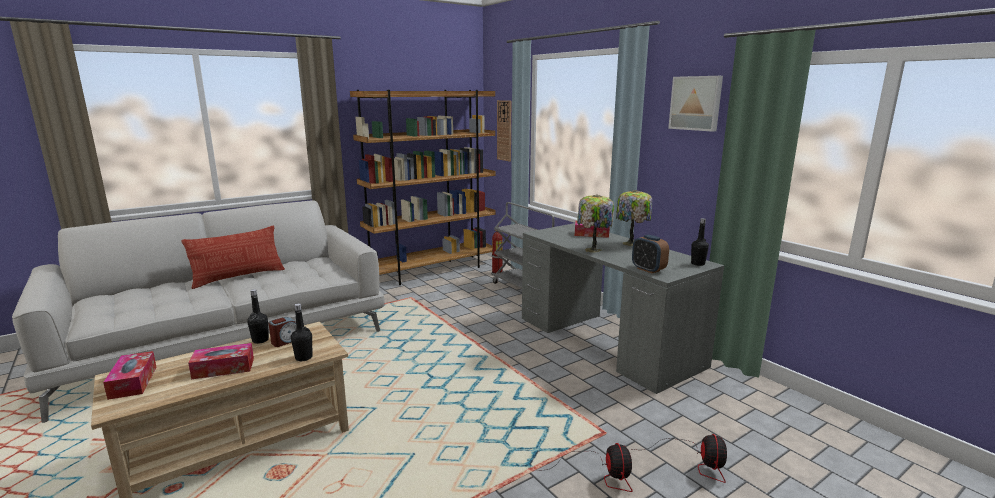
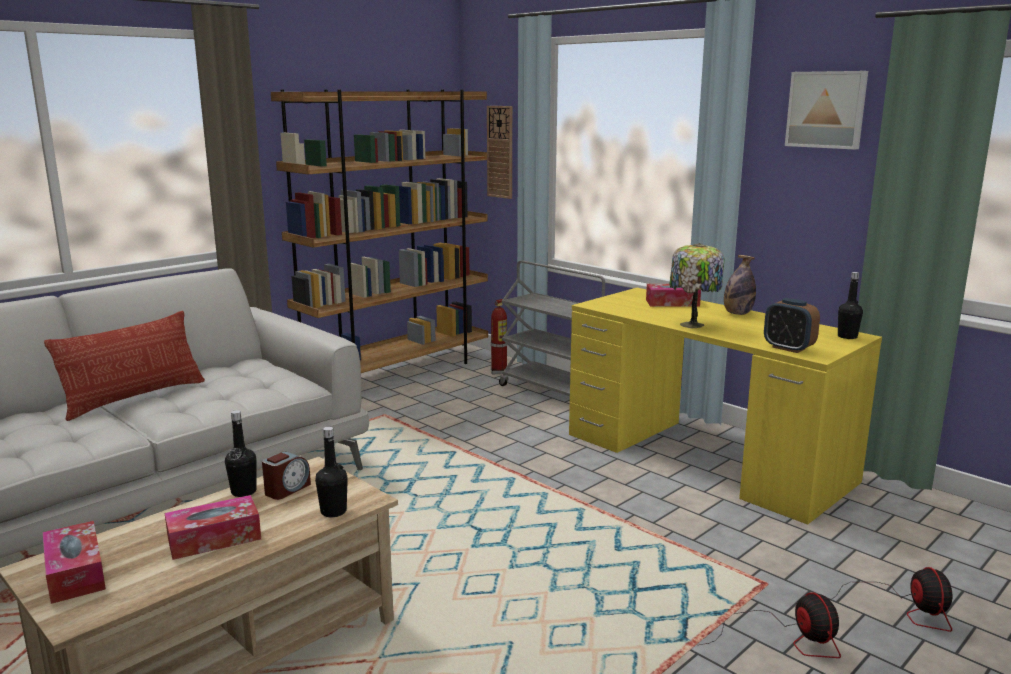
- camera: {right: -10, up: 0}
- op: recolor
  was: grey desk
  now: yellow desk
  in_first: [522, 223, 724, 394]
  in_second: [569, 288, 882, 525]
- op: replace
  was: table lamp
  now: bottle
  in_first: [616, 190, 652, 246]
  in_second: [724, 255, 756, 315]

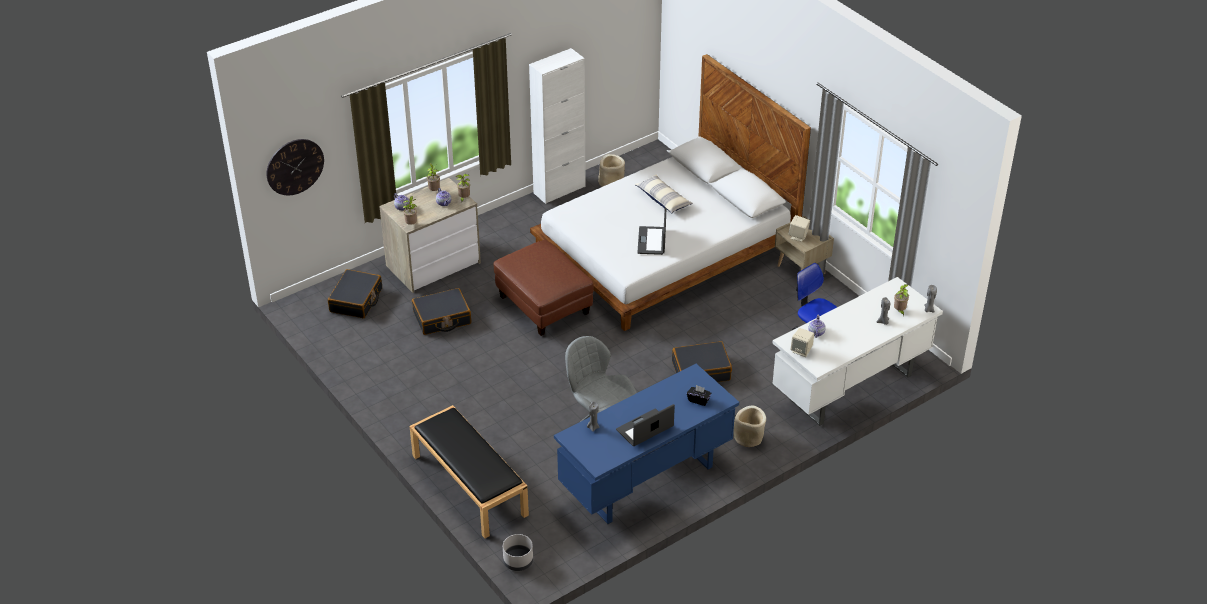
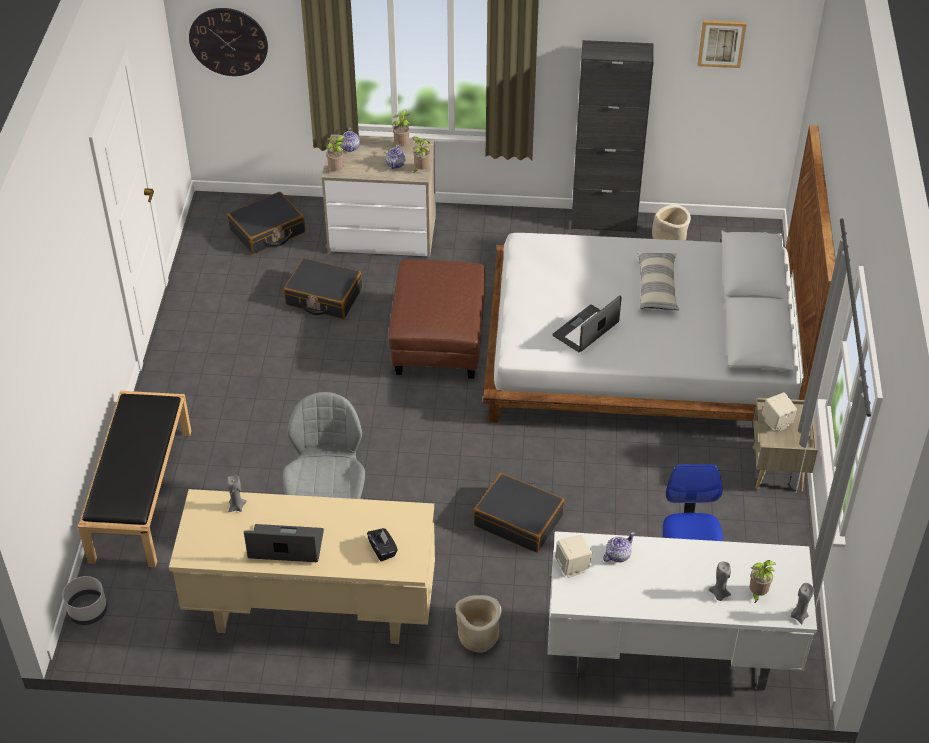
- camera: {right: 40, up: 5}
- op: recolor
  was: white cabinet
  now: black cabinet
  in_first: [529, 48, 586, 204]
  in_second: [571, 40, 654, 233]
- op: recolor
  was: blue desk
  now: beige desk
  in_first: [554, 364, 739, 524]
  in_second: [169, 489, 435, 645]
- op: insert
  now: picture
  in_second: [698, 20, 746, 68]

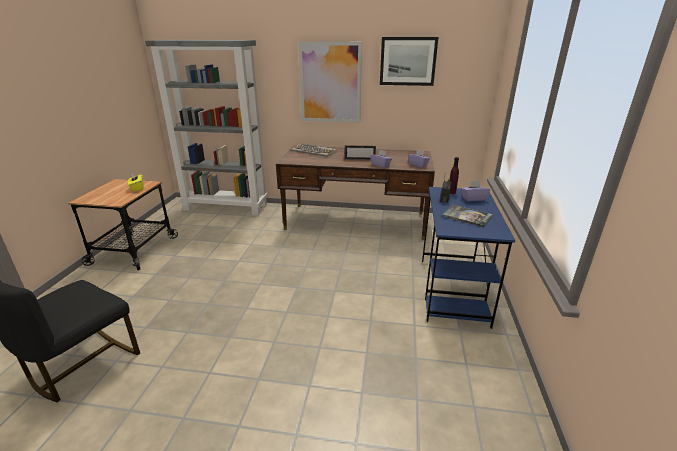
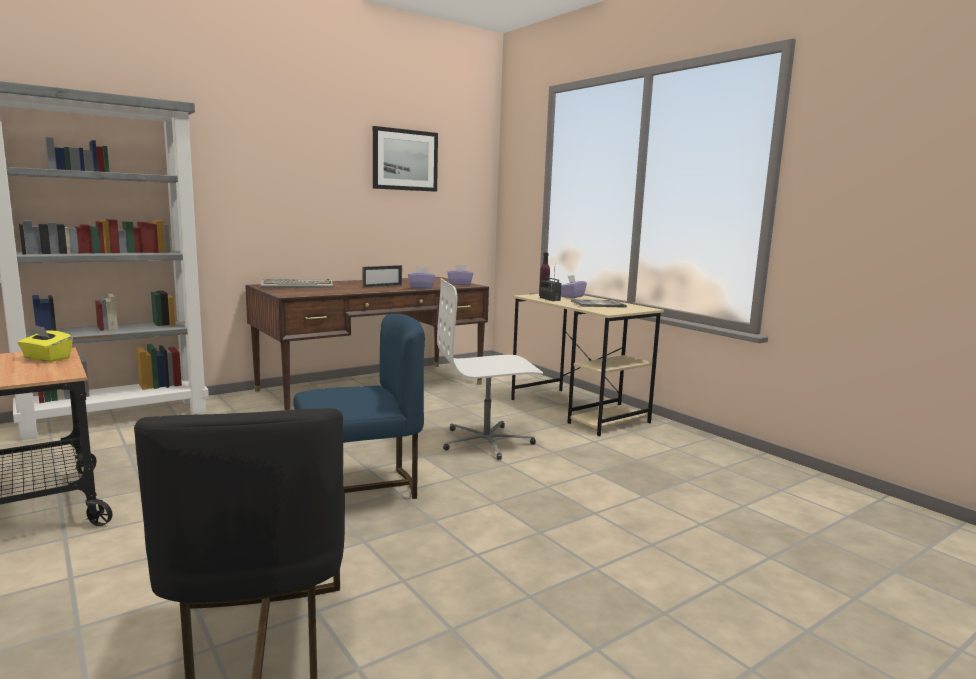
- camera: {right: -45, up: -15}
- op: delete
  was: picture
  in_first: [298, 41, 362, 123]
- op: recolor
  was: blue desk
  now: beige desk
  in_first: [422, 187, 515, 329]
  in_second: [511, 294, 664, 436]
- op: insert
  now: blue chair
  in_second: [293, 314, 425, 499]
- op: insert
  now: white office chair
  in_second: [437, 278, 543, 460]

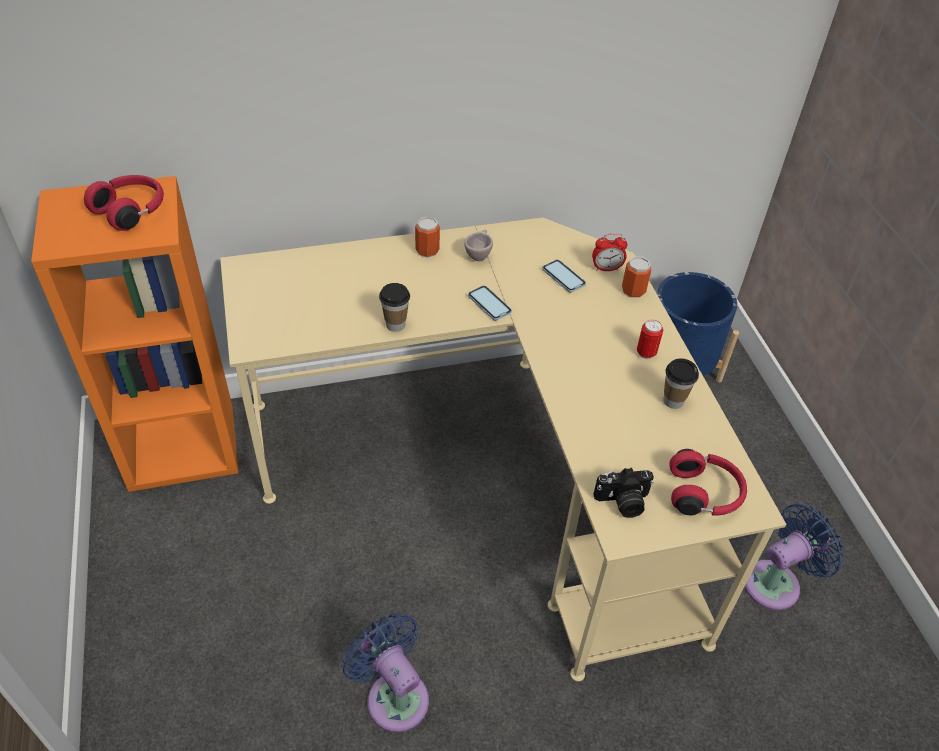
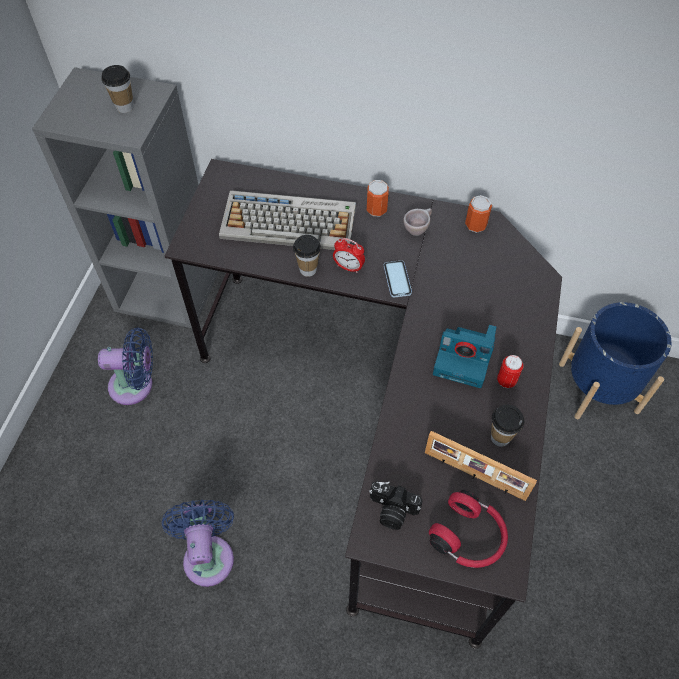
- camera: {right: 30, up: 10}
- op: recolor
  was: orange bookcase
  now: grey bookcase
  in_first: [31, 176, 238, 492]
  in_second: [32, 67, 218, 328]
- op: replace
  was: red headphones
  now: cup
  in_first: [84, 175, 164, 231]
  in_second: [101, 65, 134, 113]
- op: recolor
  was: beige desk
  now: black desk
  in_first: [220, 218, 787, 681]
  in_second: [164, 159, 562, 649]
- op: delete
  was: phone
  in_first: [542, 260, 586, 292]
- op: move
  was: alarm clock
  in_first: [592, 233, 628, 271]
  in_second: [333, 238, 365, 273]
- op: move
  was: can
  in_first: [622, 257, 652, 298]
  in_second: [465, 195, 492, 233]
- op: move
  was: blue fan
  in_first: [745, 504, 844, 611]
  in_second: [98, 328, 153, 405]
- op: insert
  now: keyboard
  in_second: [219, 190, 356, 250]
- op: insert
  now: picture frame
  in_second: [425, 431, 537, 501]
- op: insert
  now: photo camera
  in_second: [433, 325, 496, 388]

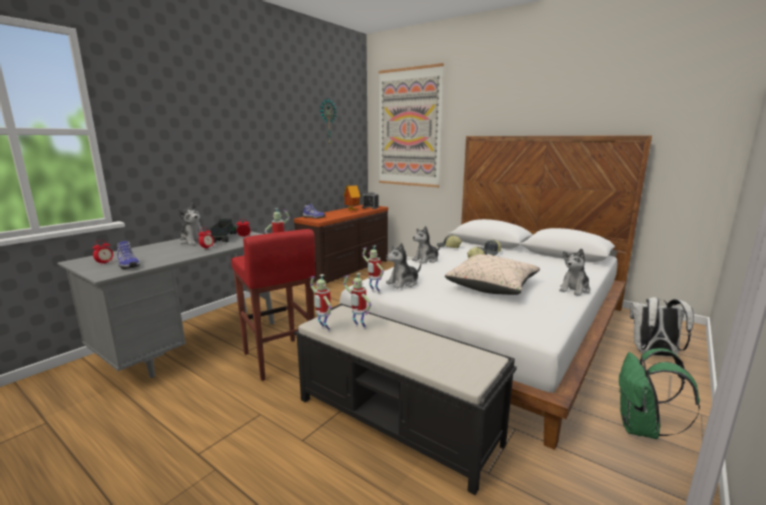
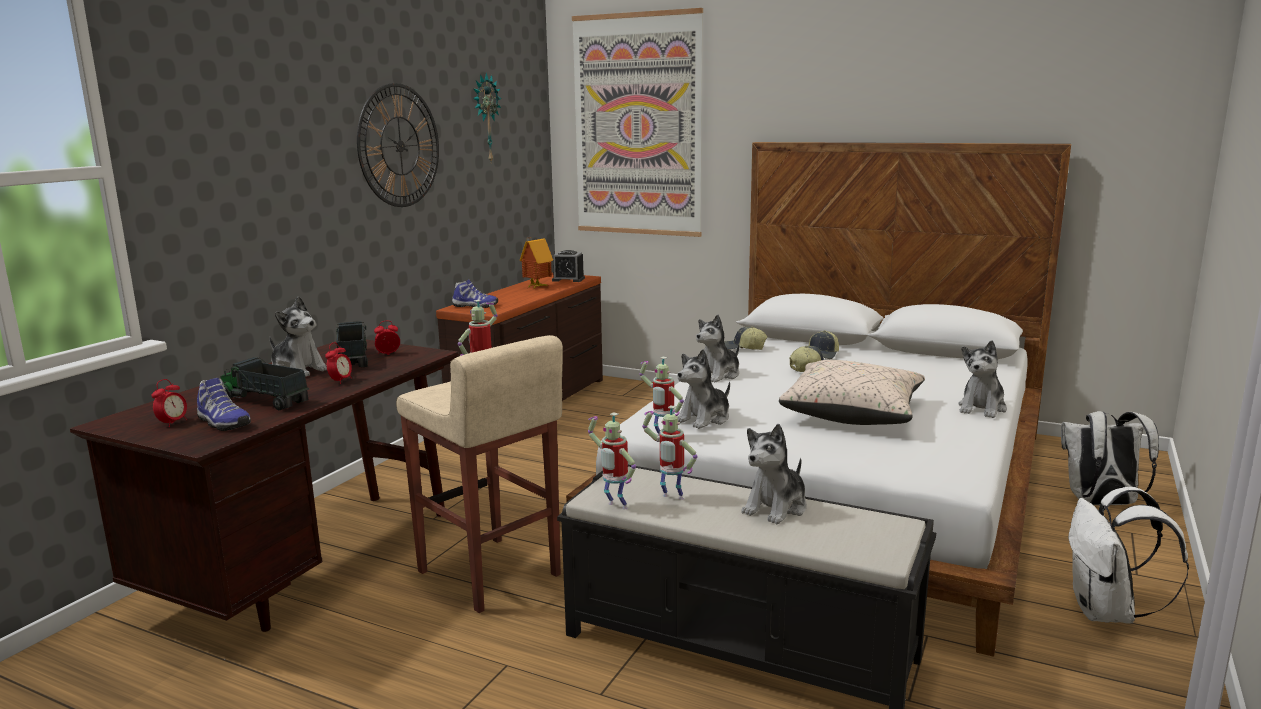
- camera: {right: -10, up: 0}
- op: recolor
  was: grey desk
  now: brown desk
  in_first: [57, 228, 275, 378]
  in_second: [70, 339, 459, 632]
- op: recolor
  was: red stool
  now: beige stool
  in_first: [231, 229, 315, 381]
  in_second: [396, 335, 563, 613]
- op: recolor
  was: green backpack
  now: white backpack
  in_first: [619, 348, 700, 439]
  in_second: [1068, 487, 1189, 624]
- op: insert
  now: toy truck
  in_second: [220, 357, 309, 410]
- op: insert
  now: wall clock
  in_second: [357, 83, 439, 207]
- op: insert
  now: plush toy
  in_second: [741, 424, 807, 524]

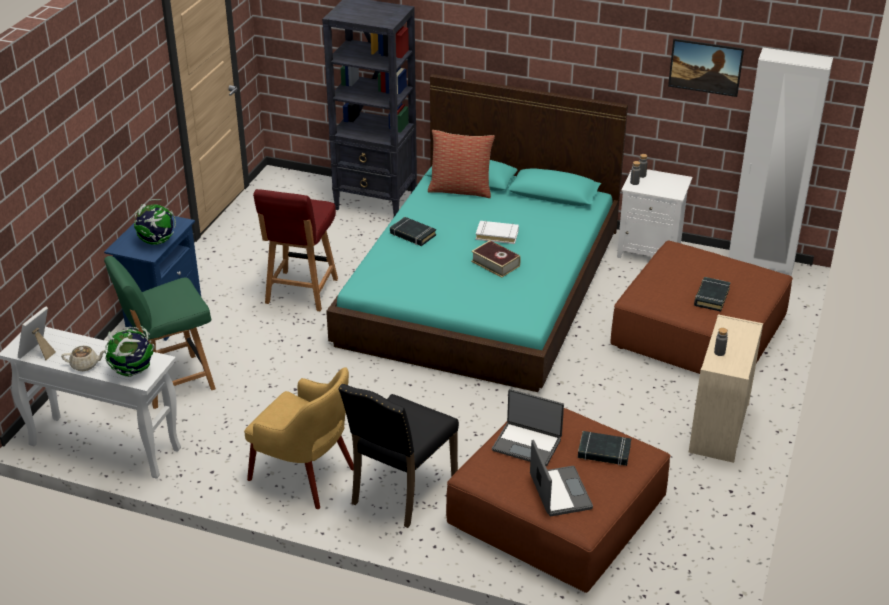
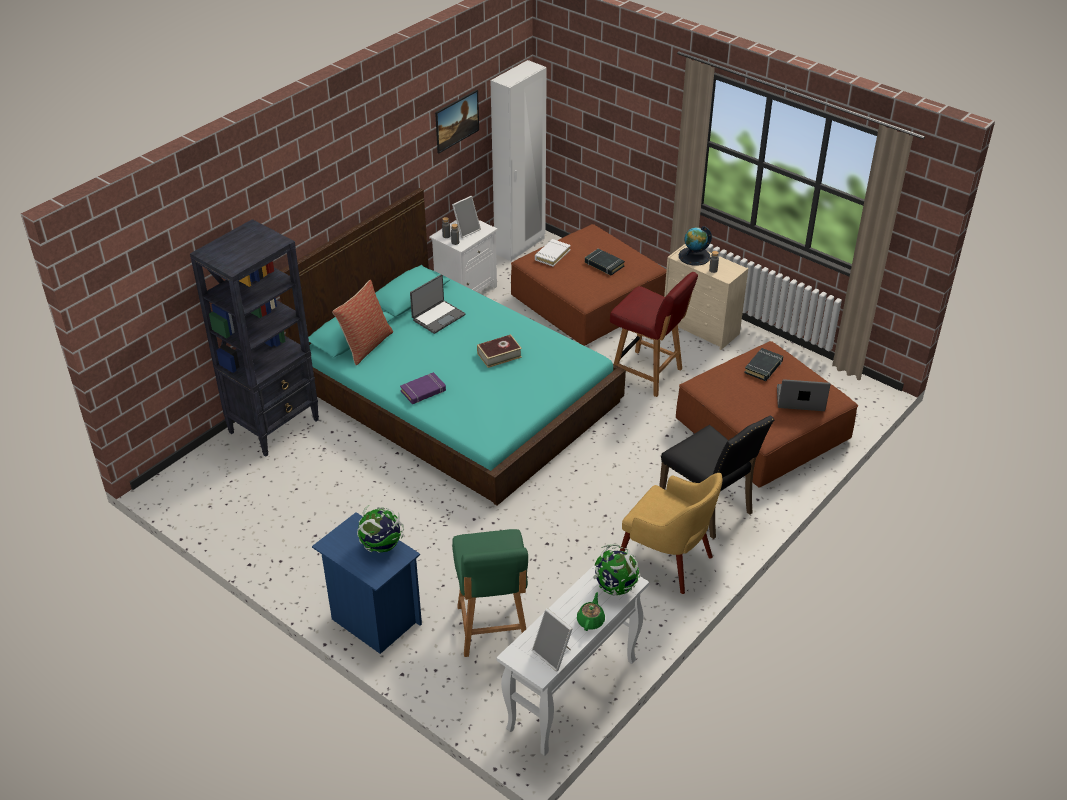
- camera: {right: -70, up: 5}
- op: recolor
  was: beige teapot
  now: green teapot
  in_first: [61, 346, 105, 371]
  in_second: [577, 592, 605, 631]
- op: rotate
  was: yellow armchair
  in_first: [244, 368, 354, 509]
  in_second: [620, 473, 722, 594]
  clockwise: 75
- op: move
  was: red chair
  in_first: [253, 189, 338, 311]
  in_second: [610, 272, 698, 397]
- op: recolor
  was: black book
  now: purple book
  in_first: [390, 217, 436, 246]
  in_second: [400, 372, 446, 404]
- op: move
  was: white book
  in_first: [476, 221, 519, 244]
  in_second: [535, 239, 571, 266]
- op: move
  was: laptop
  in_first: [492, 389, 564, 466]
  in_second: [410, 274, 466, 334]
- op: insert
  now: picture frame
  in_second: [452, 196, 481, 238]
- op: insert
  now: globe
  in_second: [679, 226, 712, 266]

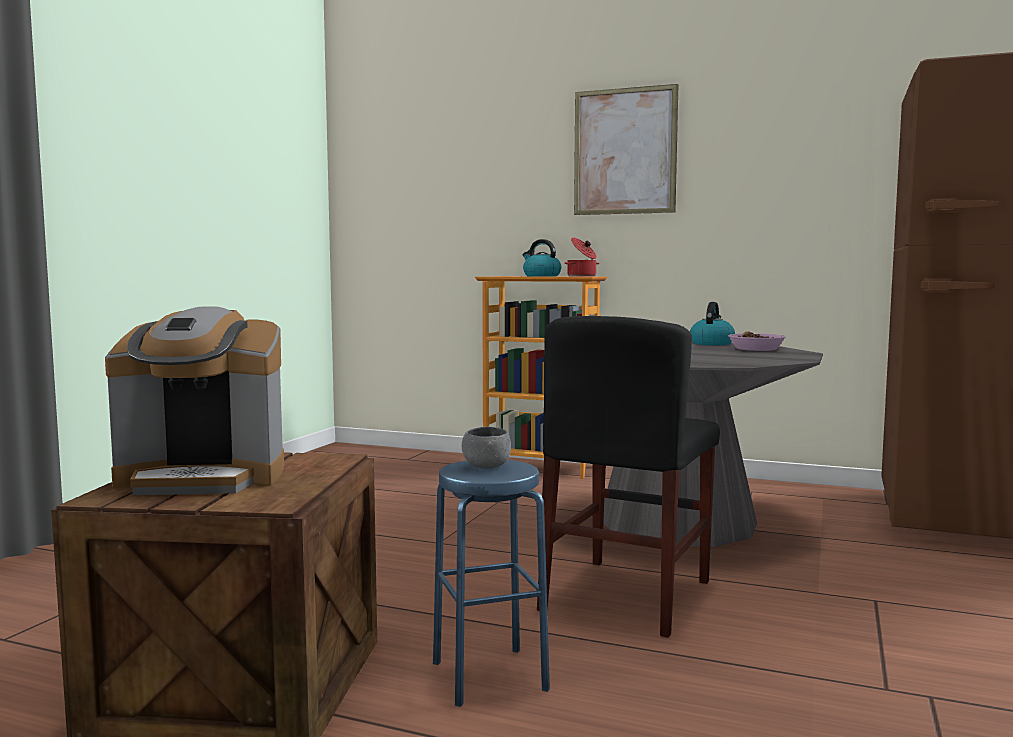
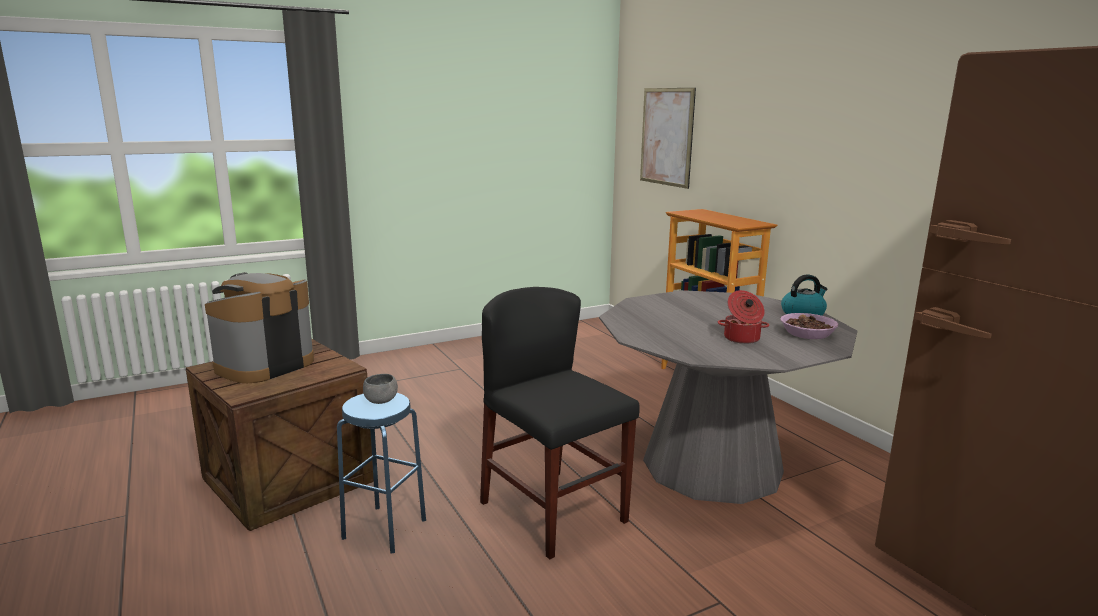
- camera: {right: 40, up: 10}
- op: rotate
  was: coffee machine
  in_first: [105, 306, 284, 495]
  in_second: [205, 272, 314, 383]
  clockwise: 90
- op: delete
  was: kettle
  in_first: [523, 239, 561, 277]
- op: rotate
  was: black chair
  in_first: [537, 316, 720, 638]
  in_second: [480, 287, 640, 559]
  clockwise: 75
- op: move
  was: cooking pot
  in_first: [565, 237, 599, 277]
  in_second: [718, 290, 769, 344]
- op: move
  was: picture
  in_first: [574, 84, 678, 215]
  in_second: [640, 88, 696, 189]

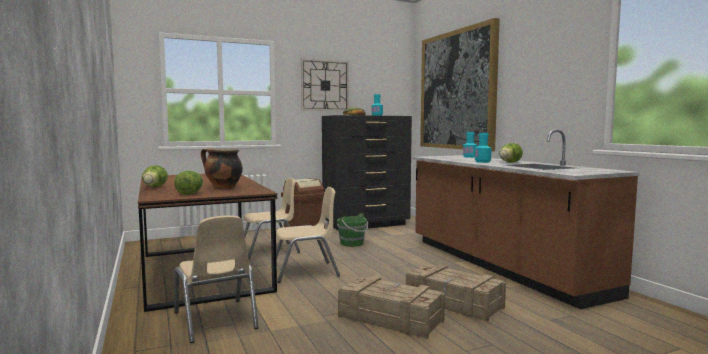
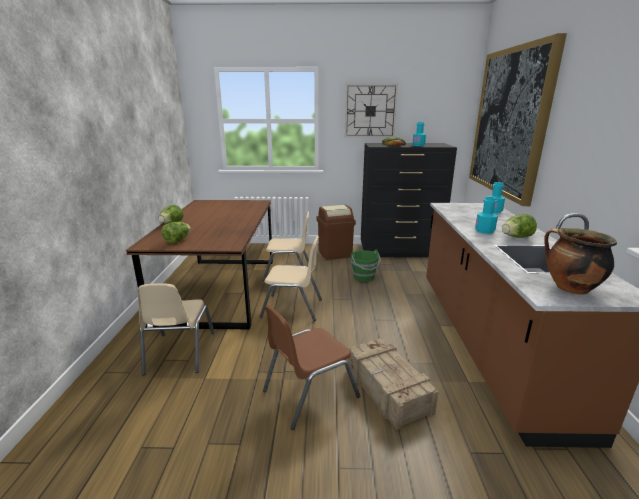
- camera: {right: 25, up: 15}
- op: move
  was: cooking pot
  in_first: [201, 148, 243, 189]
  in_second: [544, 228, 617, 295]
- op: replace
  was: crate
  now: brown chair
  in_first: [338, 276, 445, 339]
  in_second: [263, 305, 360, 430]

